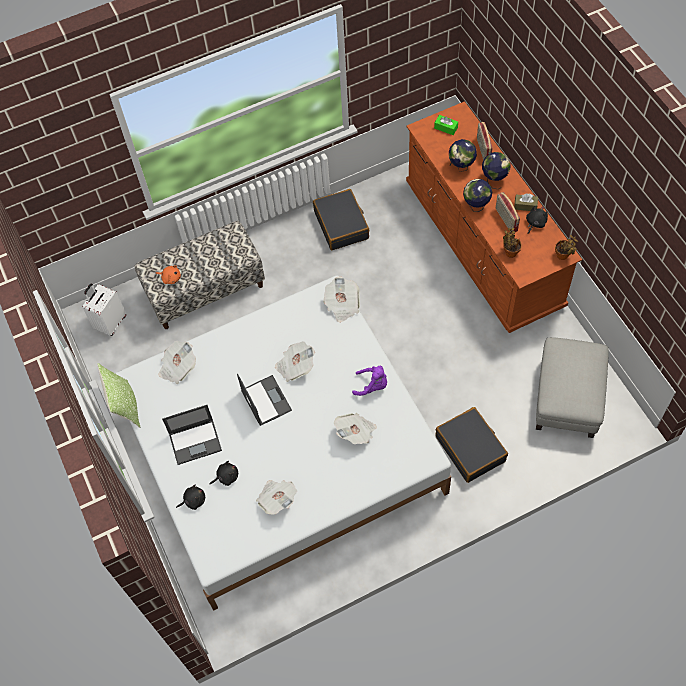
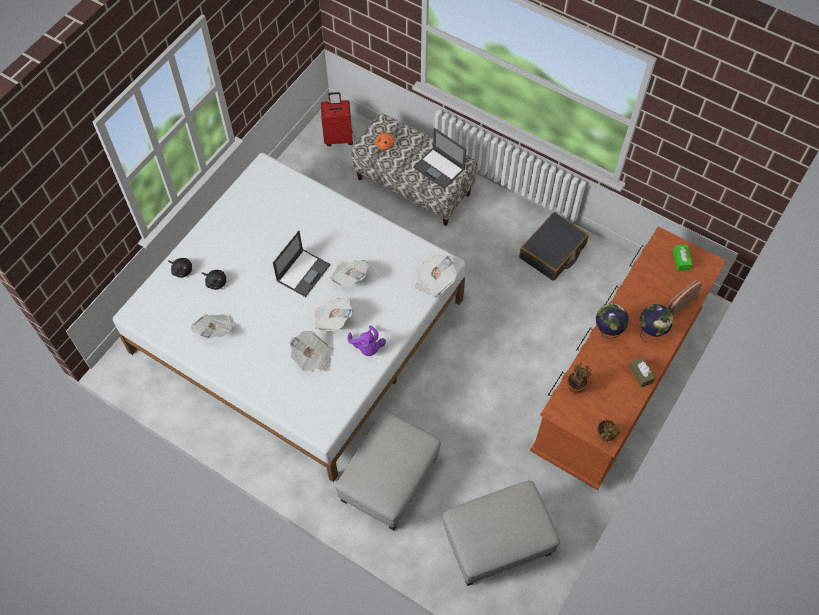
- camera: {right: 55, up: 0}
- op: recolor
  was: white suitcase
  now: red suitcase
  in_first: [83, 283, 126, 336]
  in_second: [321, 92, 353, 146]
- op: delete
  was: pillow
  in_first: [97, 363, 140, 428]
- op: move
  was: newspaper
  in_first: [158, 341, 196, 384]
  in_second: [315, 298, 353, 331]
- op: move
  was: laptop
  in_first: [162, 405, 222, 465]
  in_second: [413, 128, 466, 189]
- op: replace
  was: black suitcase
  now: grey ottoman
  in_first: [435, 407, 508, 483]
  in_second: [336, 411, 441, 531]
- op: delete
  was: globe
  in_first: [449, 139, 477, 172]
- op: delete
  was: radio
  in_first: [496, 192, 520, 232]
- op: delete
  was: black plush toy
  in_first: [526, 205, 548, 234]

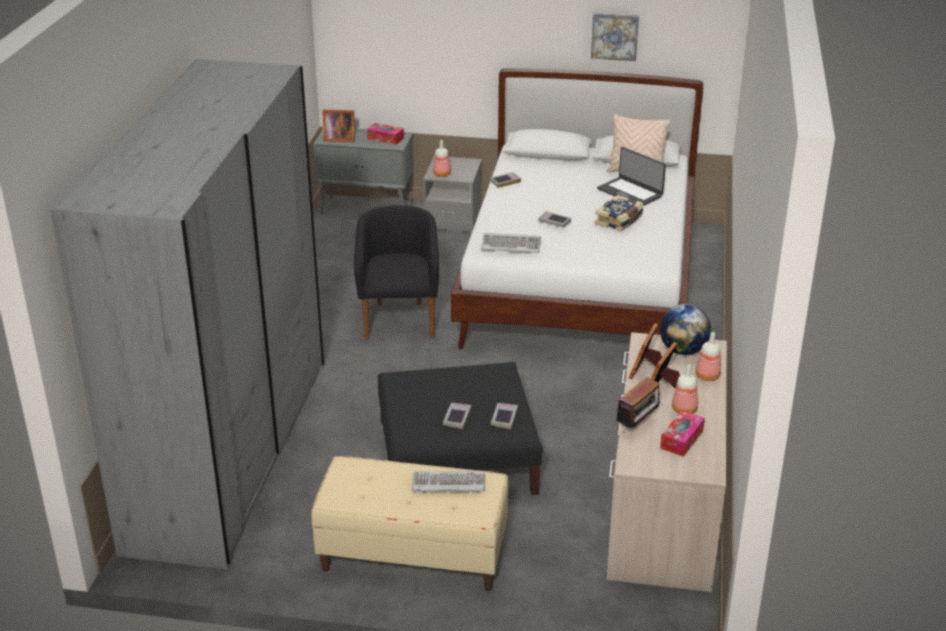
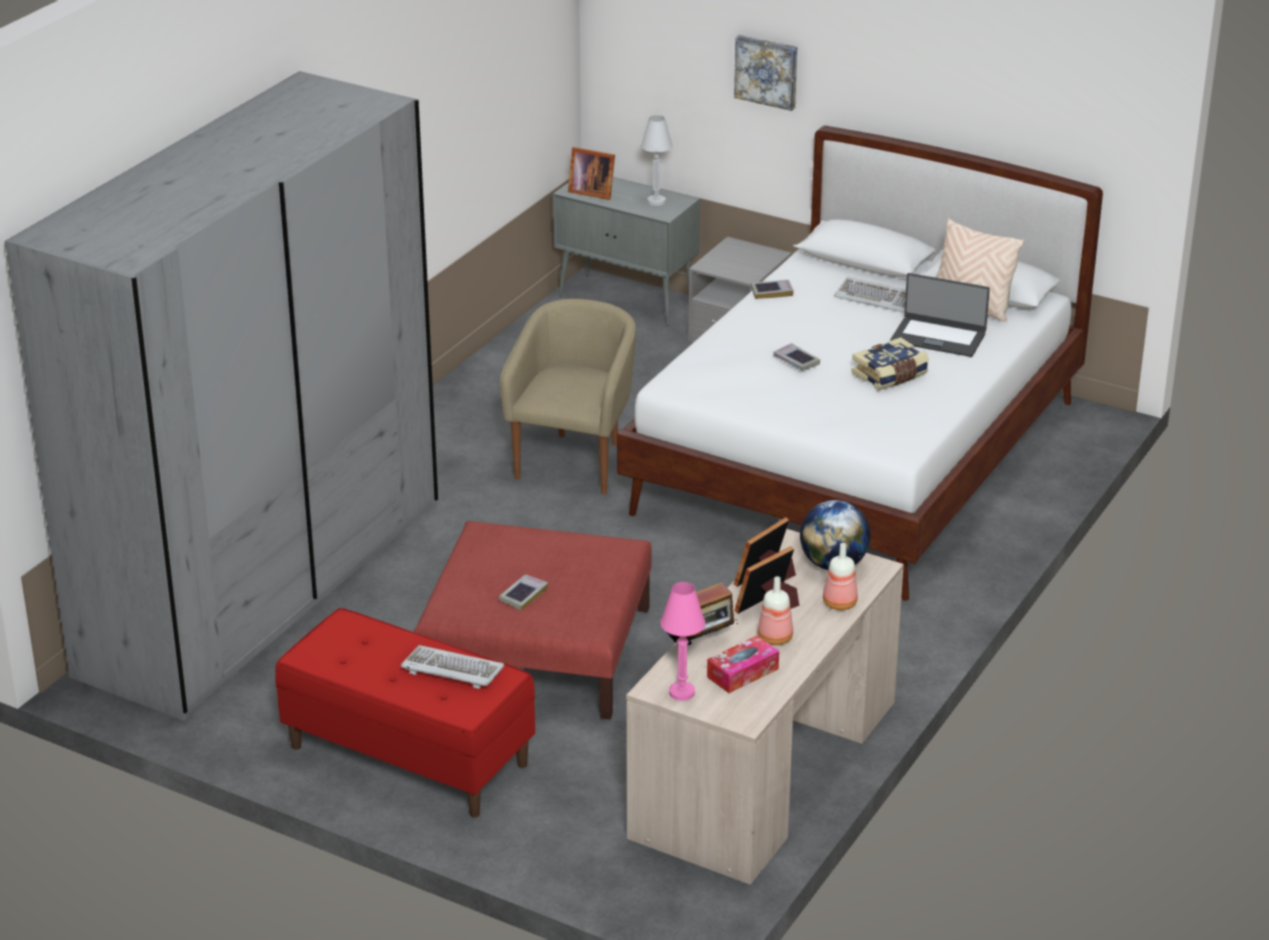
- camera: {right: 20, up: 0}
- op: recolor
  was: beige bench
  now: red bench
  in_first: [311, 456, 509, 591]
  in_second: [275, 608, 535, 817]
- op: recolor
  was: black armchair
  now: beige armchair
  in_first: [354, 205, 439, 340]
  in_second: [500, 299, 636, 494]
- op: replace
  was: tissue box
  now: white table lamp
  in_first: [367, 123, 404, 145]
  in_second: [641, 115, 673, 206]
- op: recolor
  was: black ottoman
  now: red ottoman
  in_first: [378, 362, 543, 495]
  in_second: [414, 521, 652, 719]
- op: delete
  was: bottle
  in_first: [433, 140, 451, 177]
- op: move
  was: keyboard
  in_first: [481, 233, 541, 253]
  in_second: [834, 277, 906, 313]
- op: delete
  was: book
  in_first: [491, 403, 518, 429]
- op: move
  was: picture
  in_first: [591, 13, 639, 61]
  in_second: [734, 35, 797, 111]
- op: rotate
  was: laptop
  in_first: [597, 147, 666, 206]
  in_second: [890, 273, 990, 357]
  clockwise: -45
- op: insert
  now: pink table lamp
  in_second: [660, 582, 706, 701]

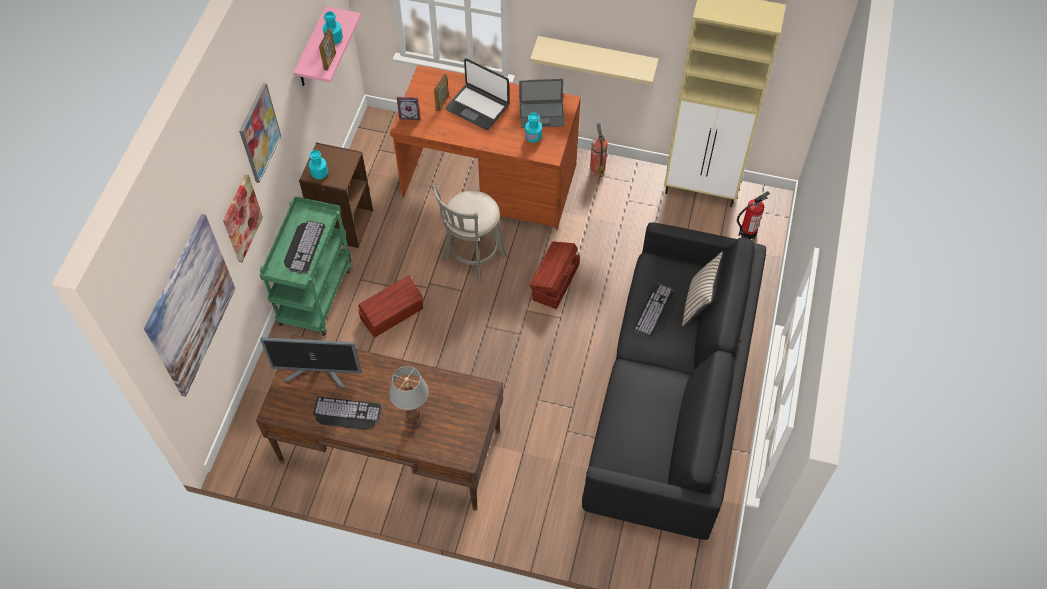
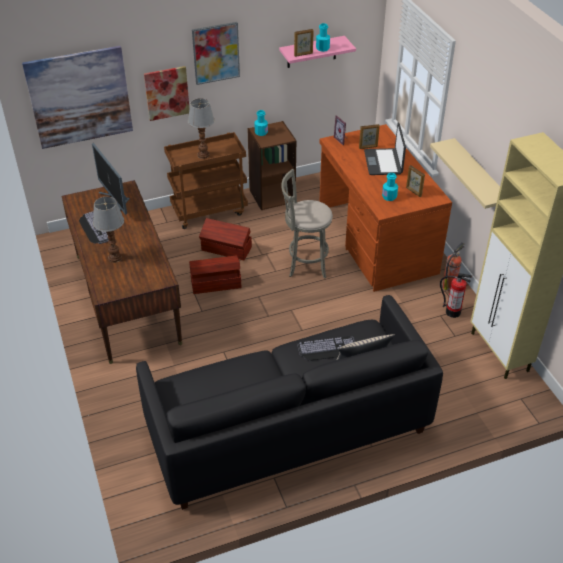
- camera: {right: 55, up: -15}
- op: recolor
  was: green cart
  now: brown cart
  in_first: [259, 196, 351, 336]
  in_second: [164, 132, 248, 229]
- op: replace
  was: keyboard
  now: table lamp
  in_first: [284, 221, 325, 274]
  in_second: [188, 98, 215, 159]
- op: replace
  was: laptop
  now: picture frame
  in_first: [519, 79, 565, 128]
  in_second: [406, 165, 425, 197]
- op: move
  was: brown storage box
  in_first: [529, 241, 580, 309]
  in_second: [189, 255, 241, 294]
- op: move
  was: fire extinguisher
  in_first: [737, 191, 770, 239]
  in_second: [440, 274, 472, 318]

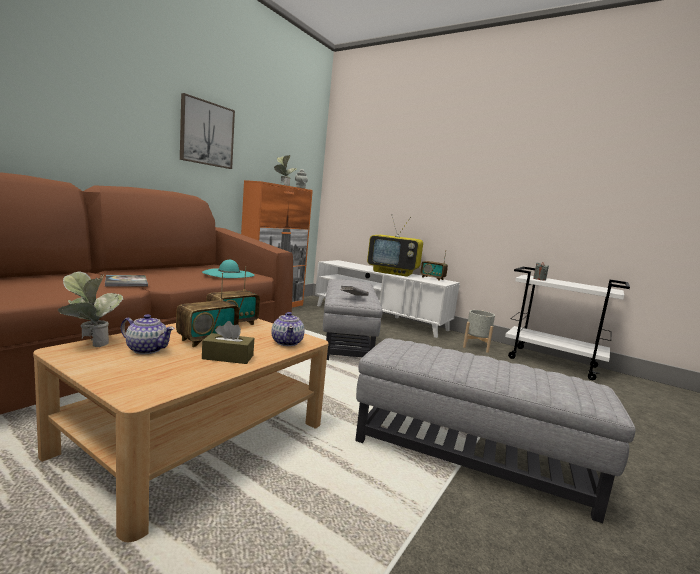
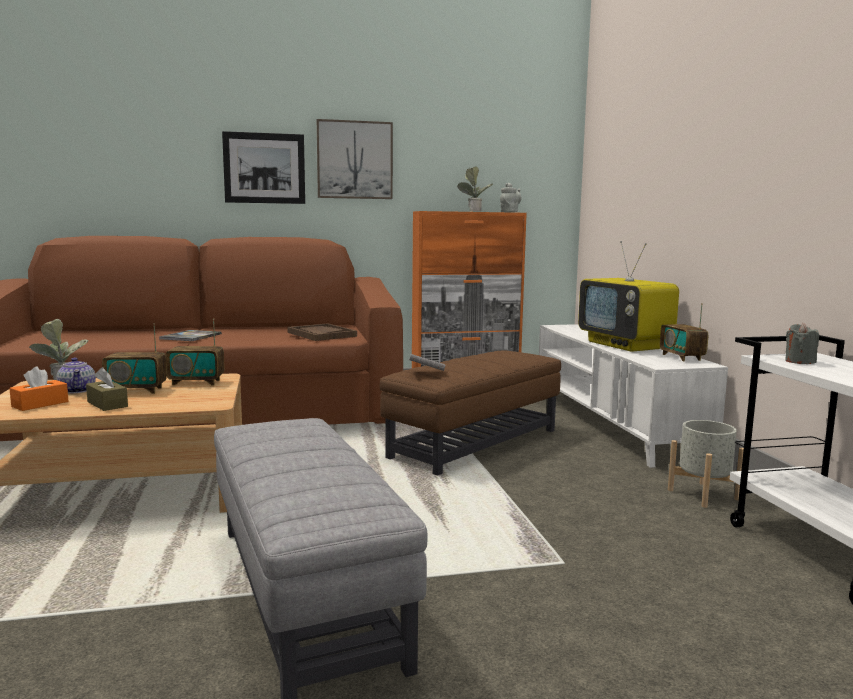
- camera: {right: 45, up: 0}
- op: replace
  was: turquoise hat
  now: brown tray
  in_first: [202, 260, 254, 278]
  in_second: [287, 323, 357, 341]
- op: delete
  was: teapot
  in_first: [271, 312, 305, 346]
- op: recolor
  was: grey ottoman
  now: brown ottoman
  in_first: [323, 279, 383, 360]
  in_second: [380, 350, 561, 476]
- op: insert
  now: orange tissue box
  in_second: [9, 367, 68, 411]
- op: insert
  now: picture
  in_second: [222, 131, 305, 204]

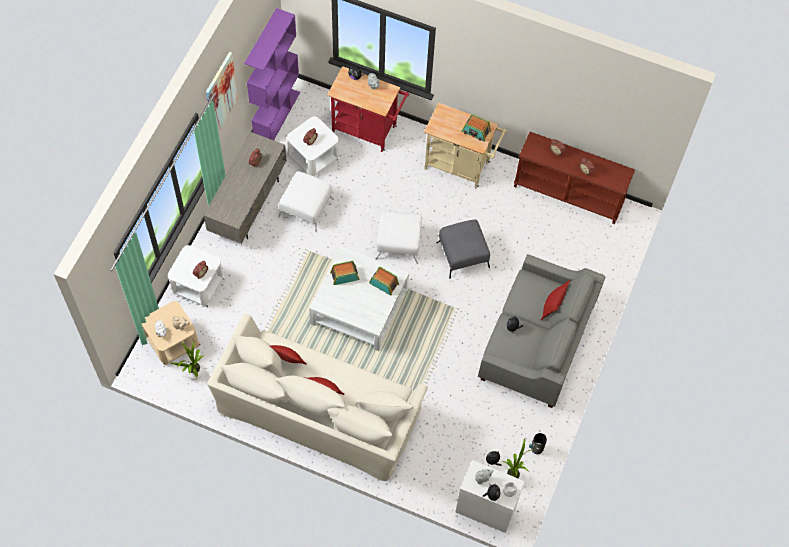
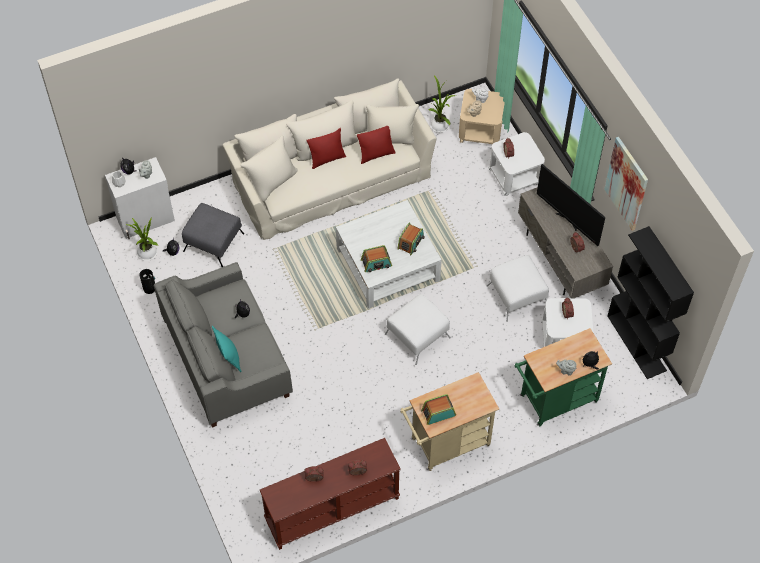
- camera: {right: 135, up: -5}
- op: recolor
  was: purple bookcase
  now: black bookcase
  in_first: [244, 8, 300, 140]
  in_second: [607, 226, 694, 379]
- op: recolor
  was: red cart
  now: green cart
  in_first: [327, 66, 409, 152]
  in_second: [515, 328, 612, 426]
- op: move
  was: grey ottoman
  in_first: [437, 220, 490, 279]
  in_second: [182, 203, 244, 267]
- op: recolor
  was: red pillow
  now: turquoise pillow
  in_first: [541, 280, 570, 320]
  in_second: [212, 326, 242, 372]
- op: insert
  now: television
  in_second: [537, 164, 606, 246]

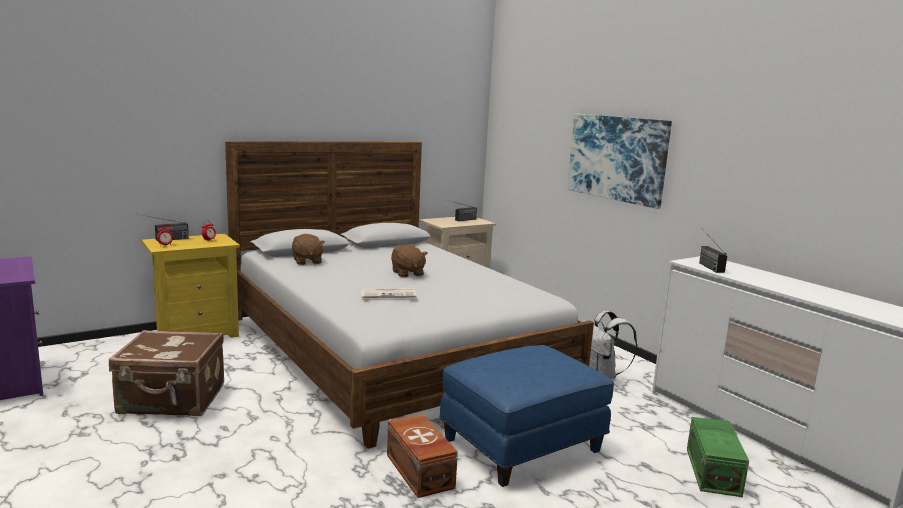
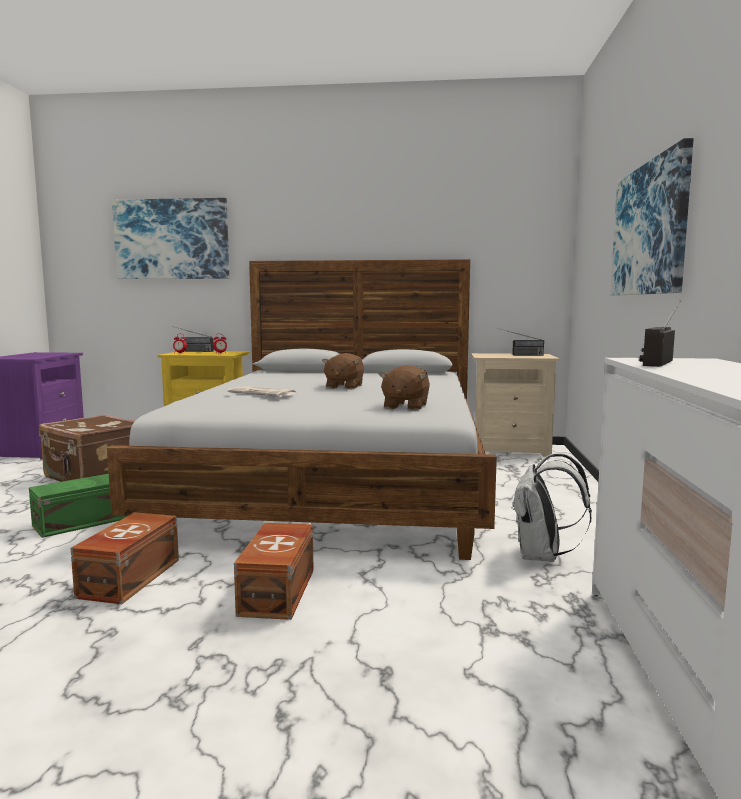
- camera: {right: 40, up: -5}
- op: move
  was: brown plush toy
  in_first: [292, 234, 325, 265]
  in_second: [379, 365, 430, 410]
- op: replace
  was: blue ottoman
  now: brown storage box
  in_first: [439, 345, 614, 487]
  in_second: [234, 523, 313, 620]
- op: move
  was: green storage box
  in_first: [687, 417, 749, 497]
  in_second: [29, 474, 127, 538]
- op: insert
  now: picture
  in_second: [112, 198, 229, 279]

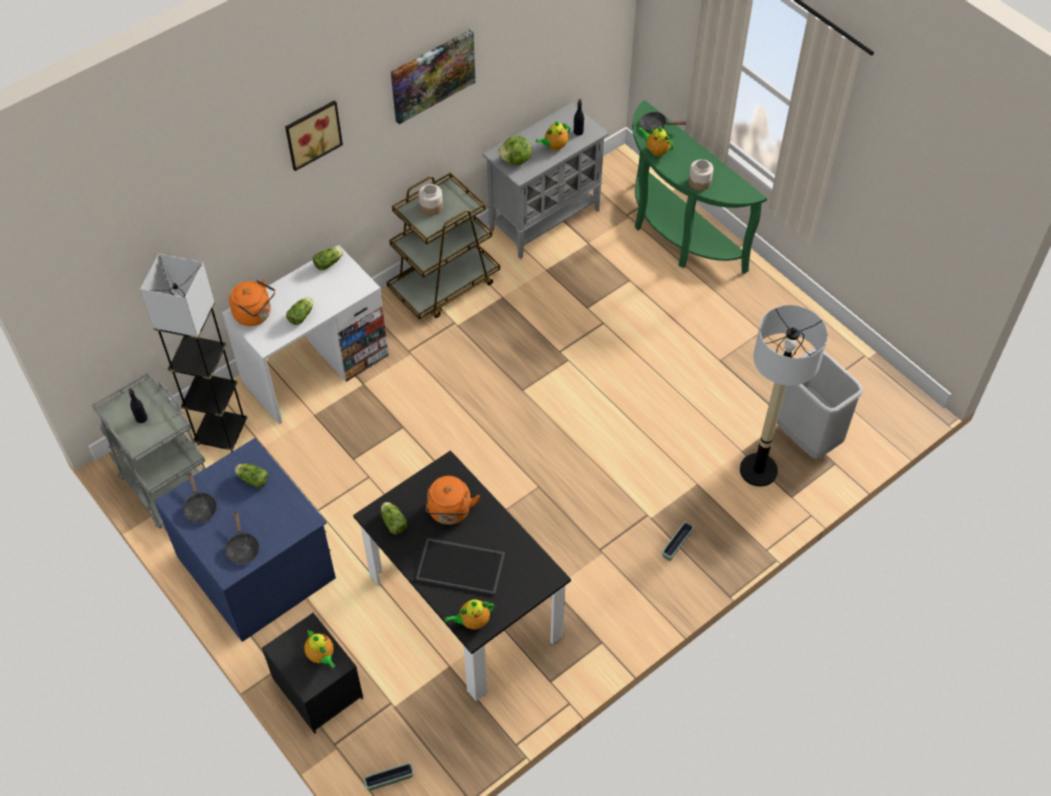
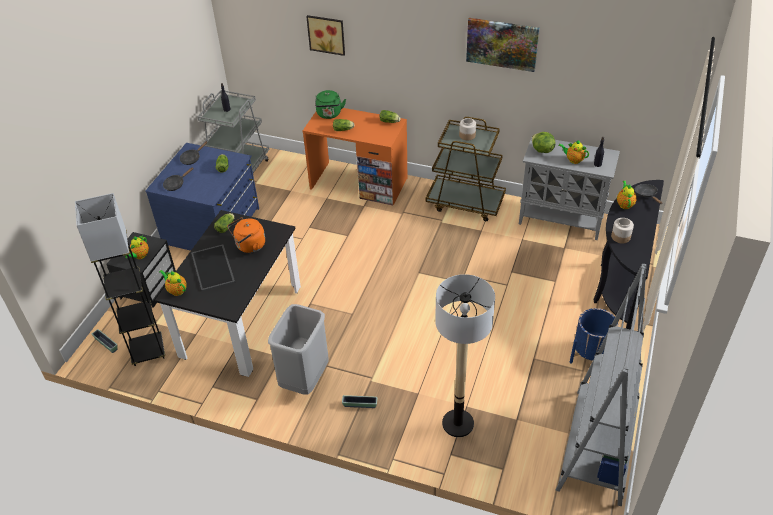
- camera: {right: 60, up: -10}
- op: move
  was: grey floor lamp
  in_first: [140, 254, 247, 452]
  in_second: [75, 193, 165, 366]
- op: recolor
  was: white desk
  now: orange desk
  in_first: [222, 245, 389, 425]
  in_second: [303, 108, 407, 206]
- op: recolor
  was: orange kettle
  now: green kettle
  in_first: [229, 279, 275, 326]
  in_second: [315, 90, 346, 119]
- op: move
  was: picture
  in_first: [285, 100, 343, 171]
  in_second: [306, 15, 345, 56]
- op: recolor
  was: green console table
  now: black console table
  in_first: [632, 100, 767, 274]
  in_second: [593, 180, 664, 330]
- op: move
  was: grey trash can
  in_first: [777, 349, 863, 459]
  in_second: [268, 304, 329, 395]
- op: insert
  now: grey bookcase
  in_second: [556, 264, 646, 506]
- op: insert
  now: blue planter
  in_second: [570, 308, 618, 364]

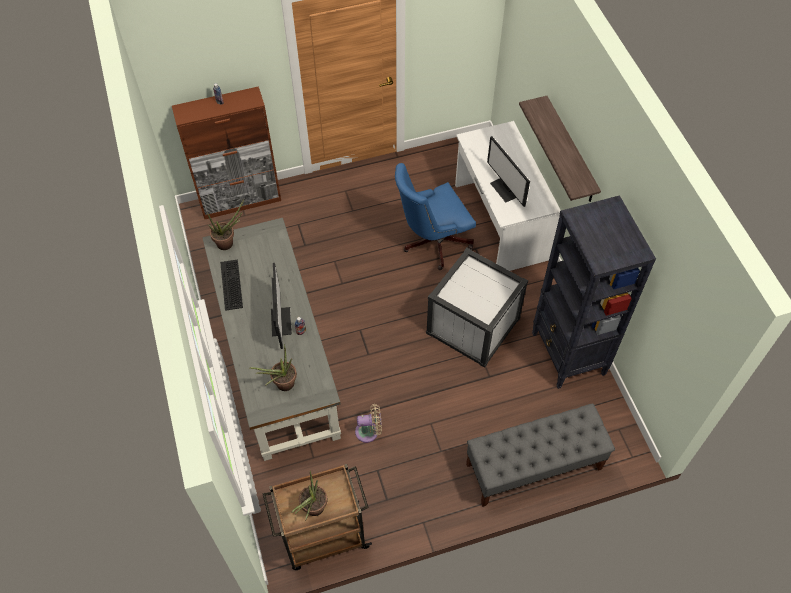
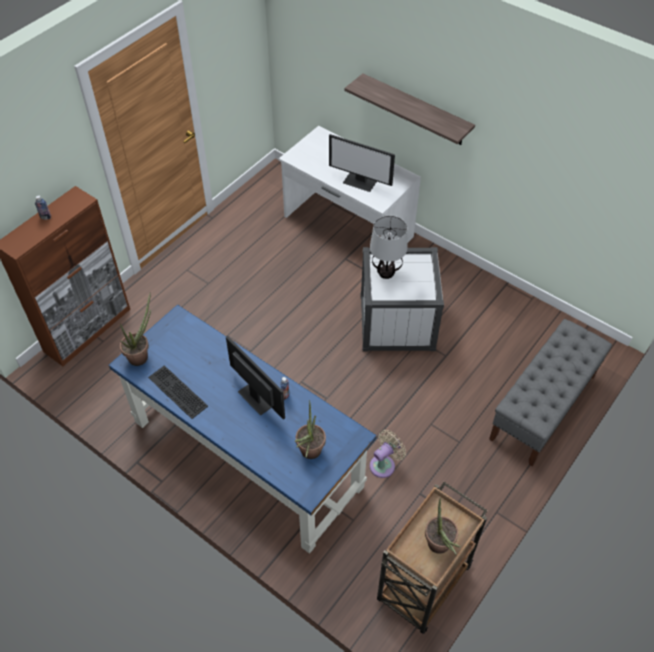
- camera: {right: -35, up: -5}
- op: recolor
  was: grey desk
  now: blue desk
  in_first: [202, 218, 341, 461]
  in_second: [109, 304, 377, 554]
- op: delete
  was: blue office chair
  in_first: [395, 163, 476, 270]
- op: delete
  was: black bookcase
  in_first: [532, 195, 656, 389]
- op: insert
  now: table lamp
  in_second: [370, 216, 407, 279]

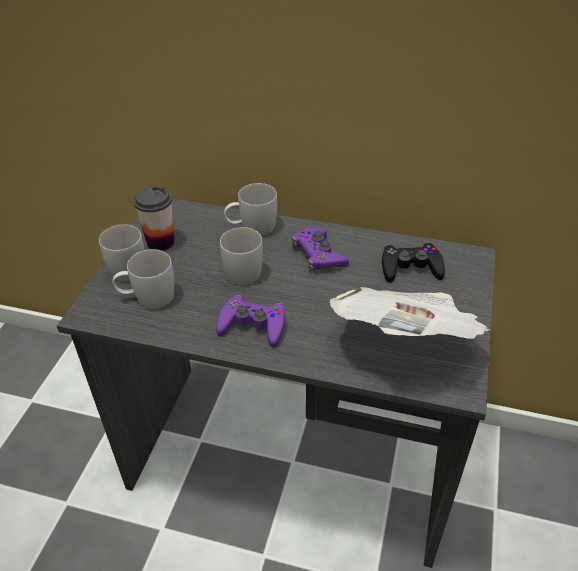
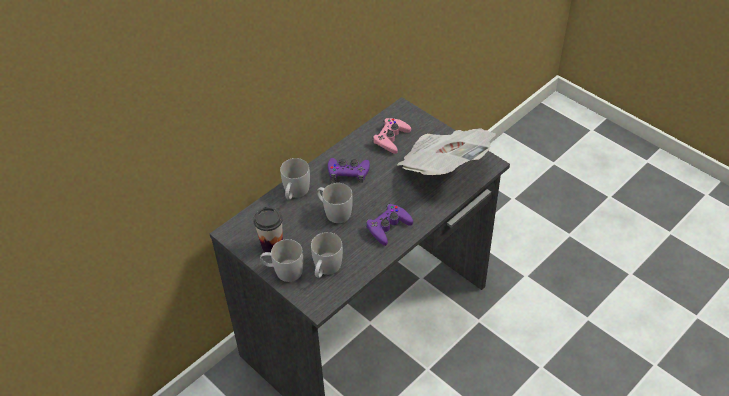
- camera: {right: -60, up: 5}
- op: recolor
  was: black game controller
  now: pink game controller
  in_first: [382, 242, 445, 283]
  in_second: [372, 118, 411, 154]

